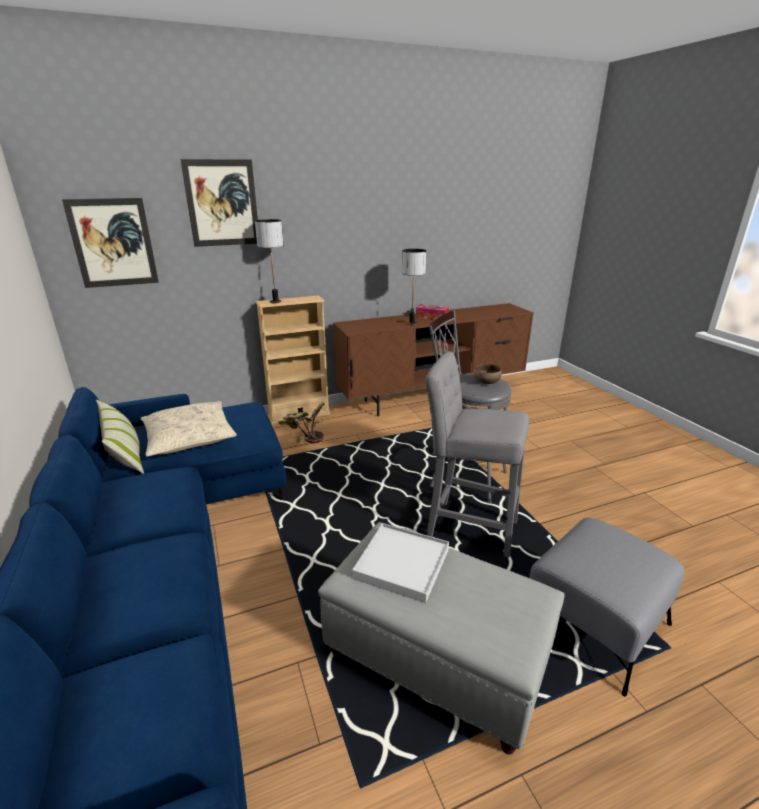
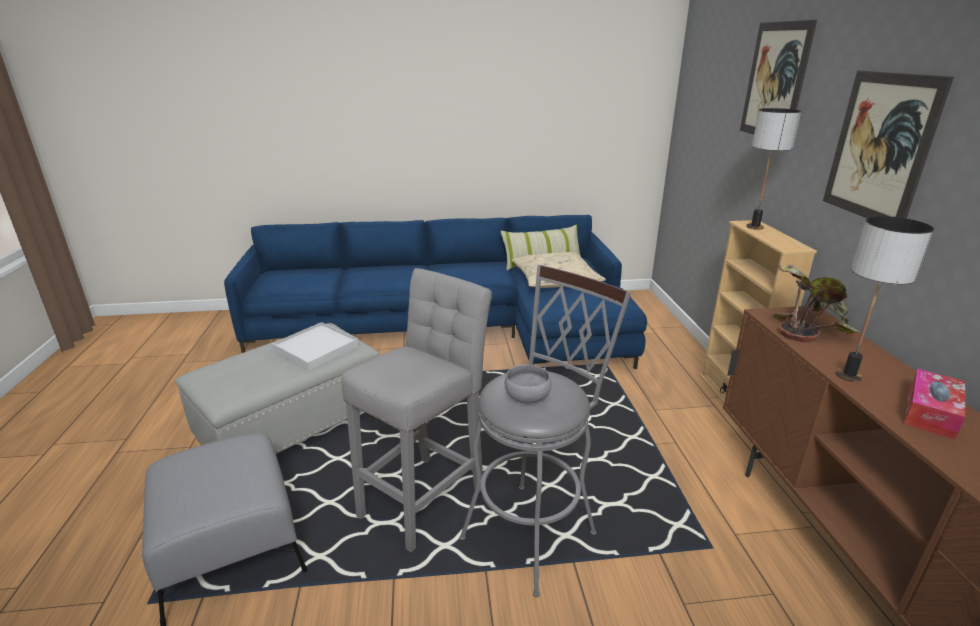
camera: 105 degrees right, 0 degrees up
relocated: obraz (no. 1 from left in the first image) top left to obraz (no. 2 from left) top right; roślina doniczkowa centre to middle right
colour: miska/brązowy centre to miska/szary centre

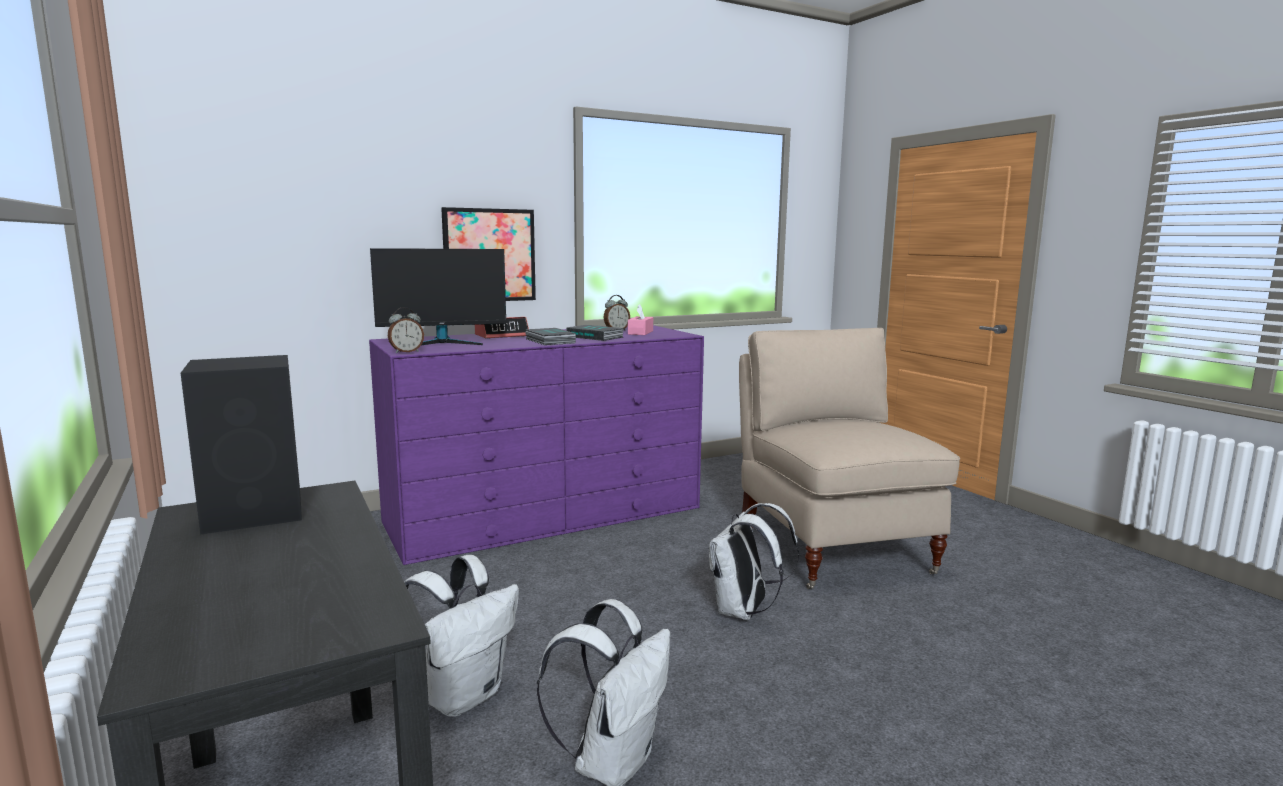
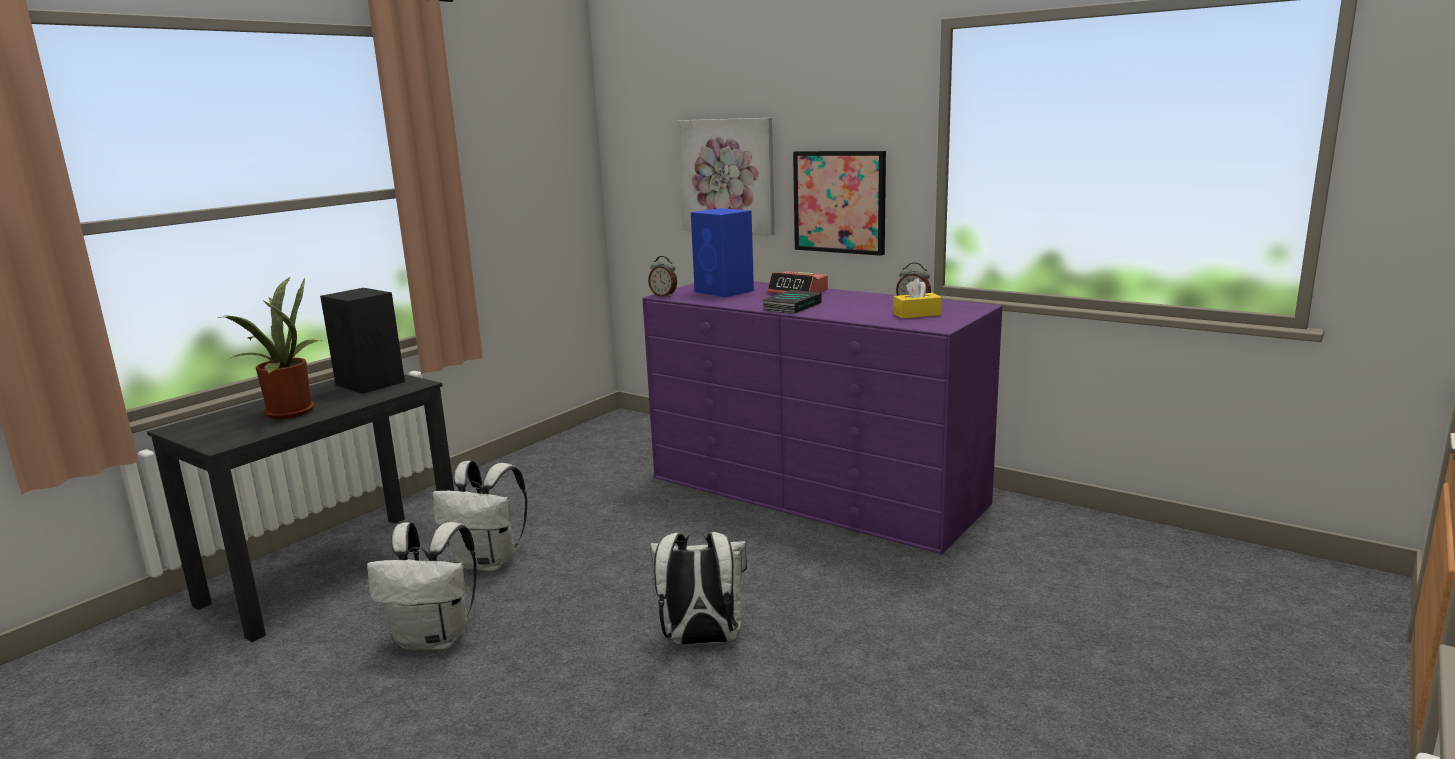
camera: 65 degrees right, 5 degrees up
missing: książka (no. 2 from left) centre; krzesło/beżowy centre
appeared: obraz (no. 1 from left) top centre; roślina doniczkowa middle left
exchanged: monitor centre to głośnik/niebieski top centre
colour: pudełko chusteczek/różowy centre to pudełko chusteczek/żółty centre

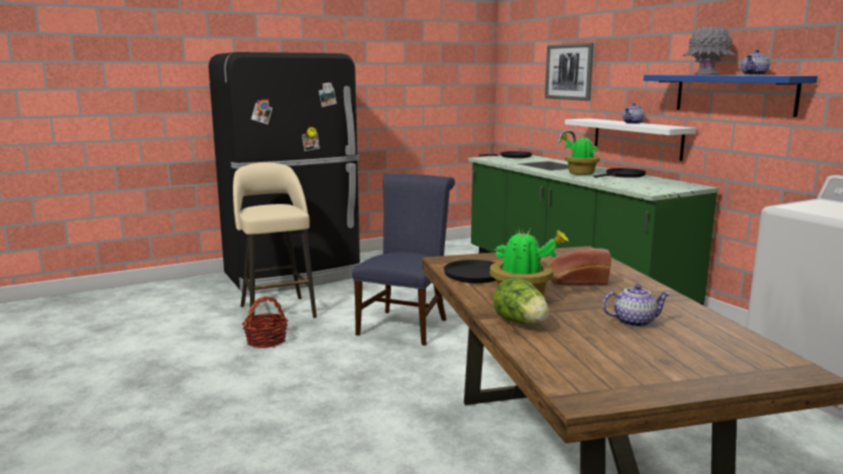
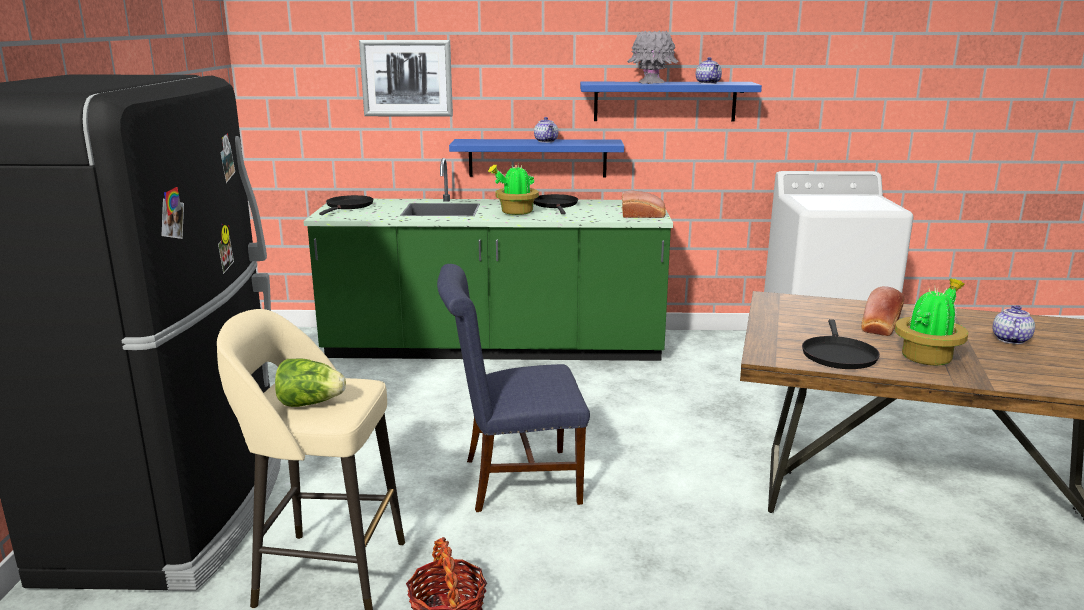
camera: 60 degrees left, 5 degrees up
appeared: chleb (no. 1 from left) centre
relocated: sałata centre to middle left
colour: półka/biały top right to półka/niebieski (no. 1 from left) top centre
spun: krzesło/niebieski centre = centre 60 degrees counterclockwise

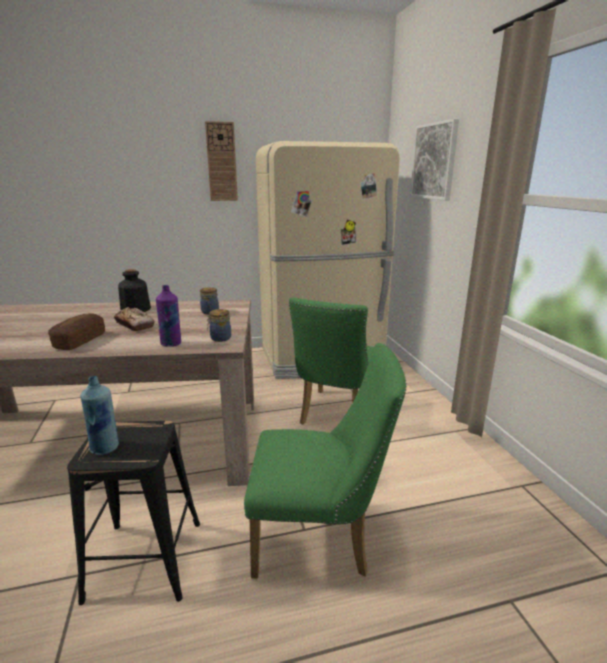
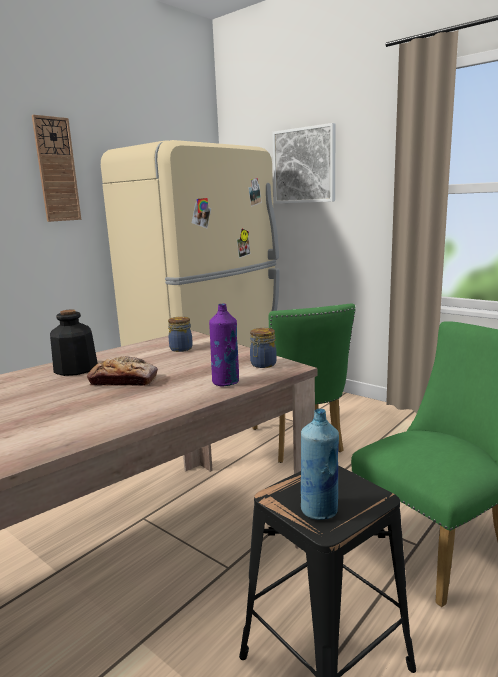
camera: 35 degrees left, 5 degrees down
missing: chleb (no. 1 from left) middle left

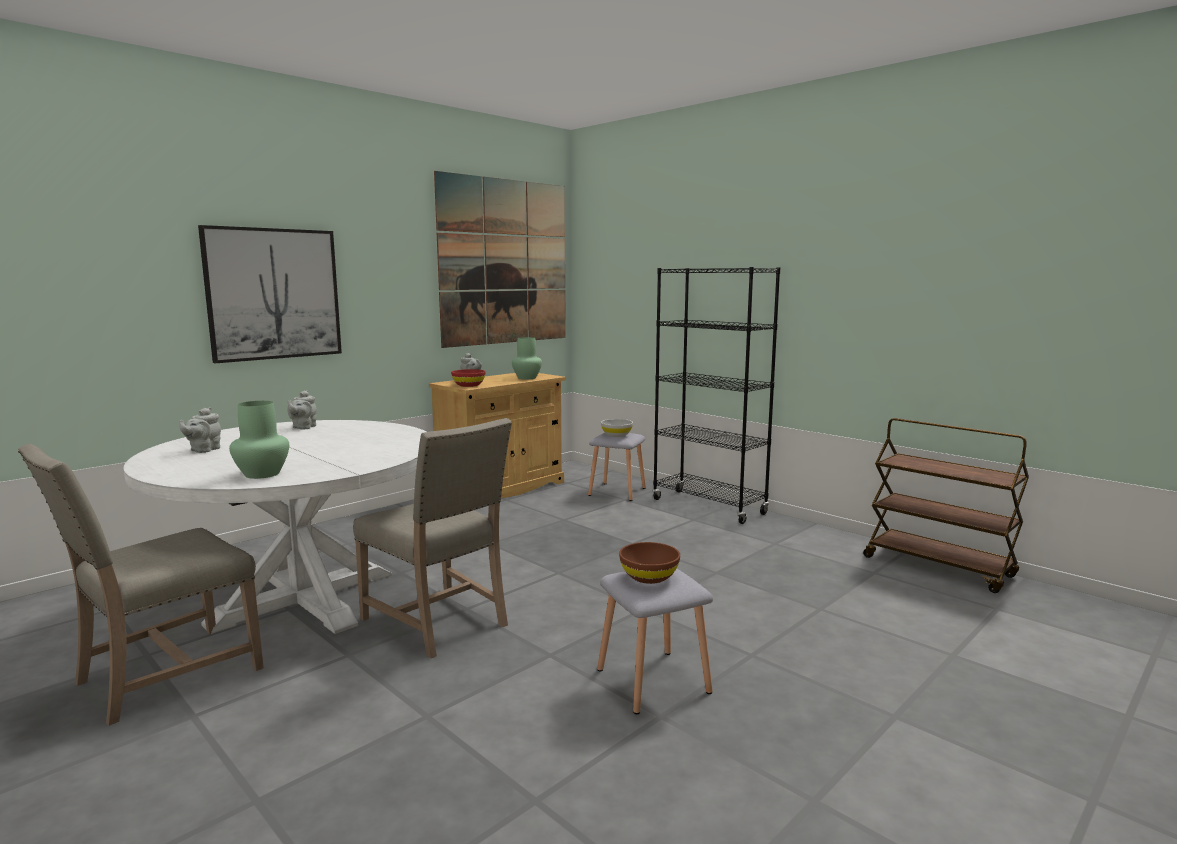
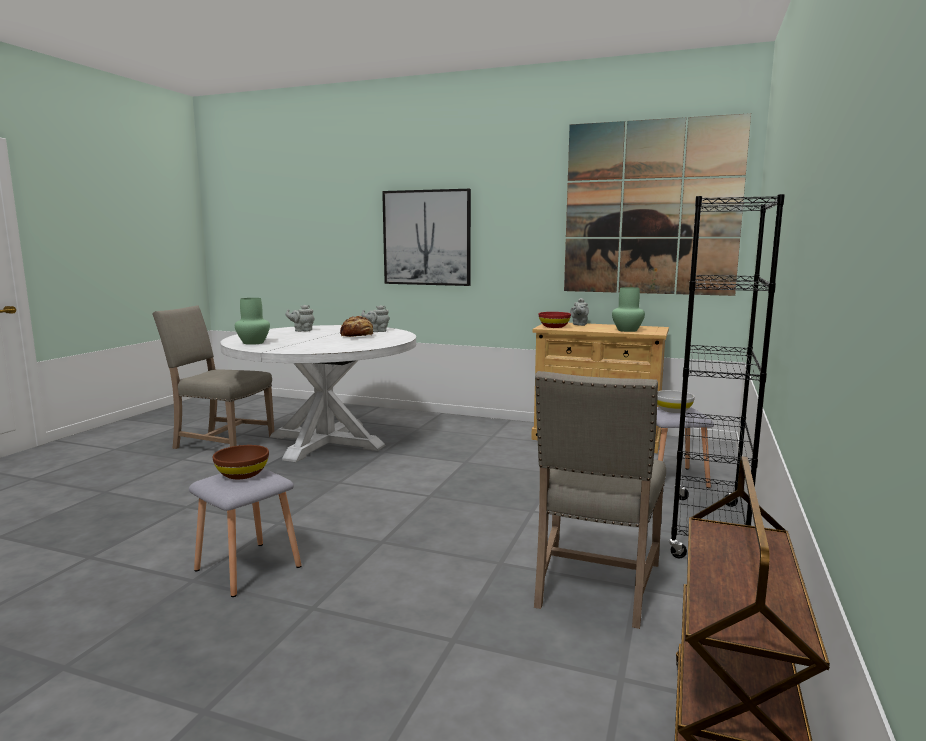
camera: 65 degrees right, 0 degrees up
appeared: chleb centre
relocated: krzesło/beżowy (no. 2 from left) centre to bottom centre

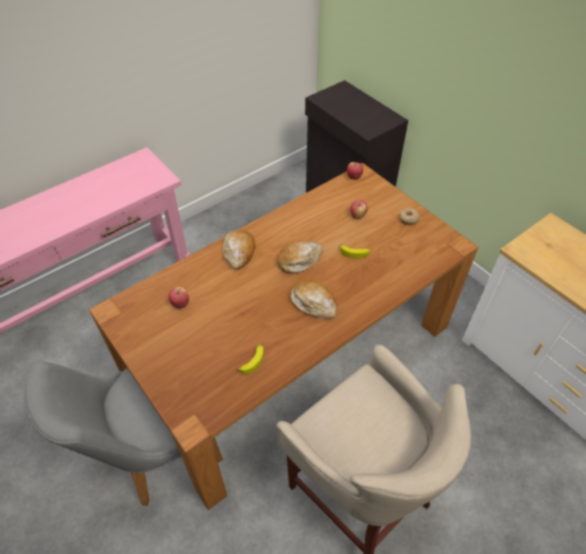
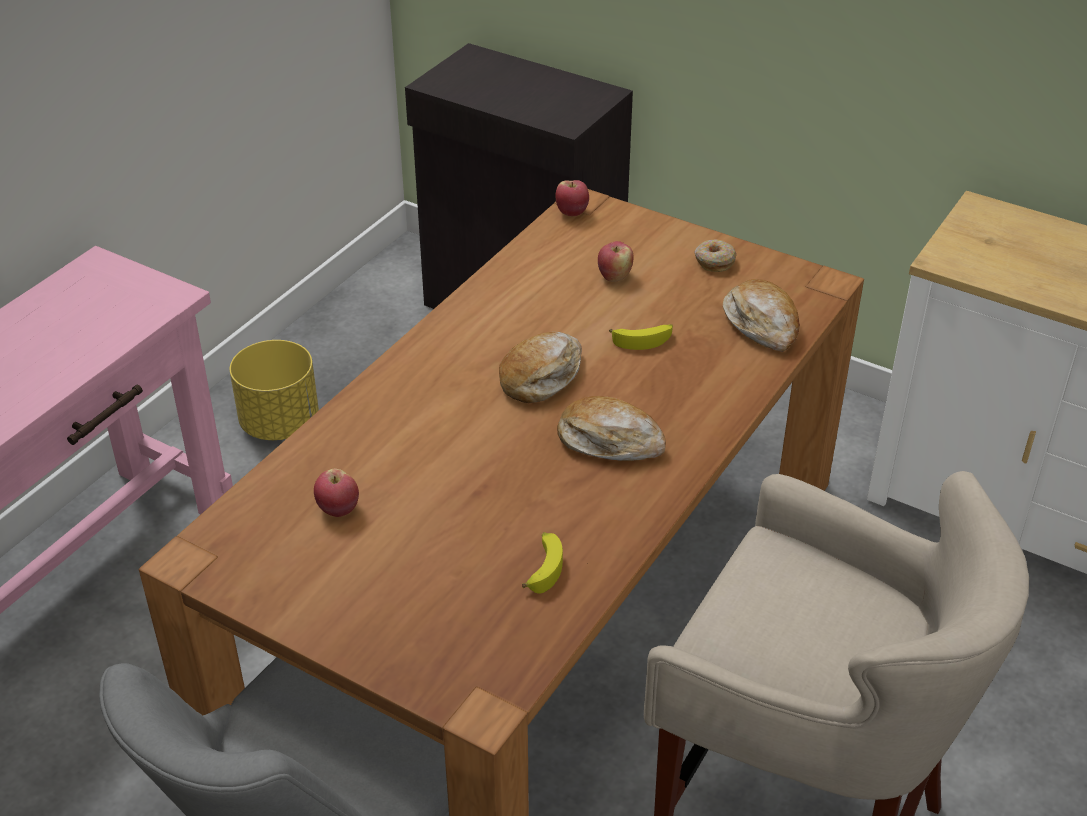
camera: 20 degrees left, 10 degrees down
appeared: donica/żółty middle left
relocated: chleb (no. 1 from left in the first image) centre to chleb (no. 3 from left) middle right

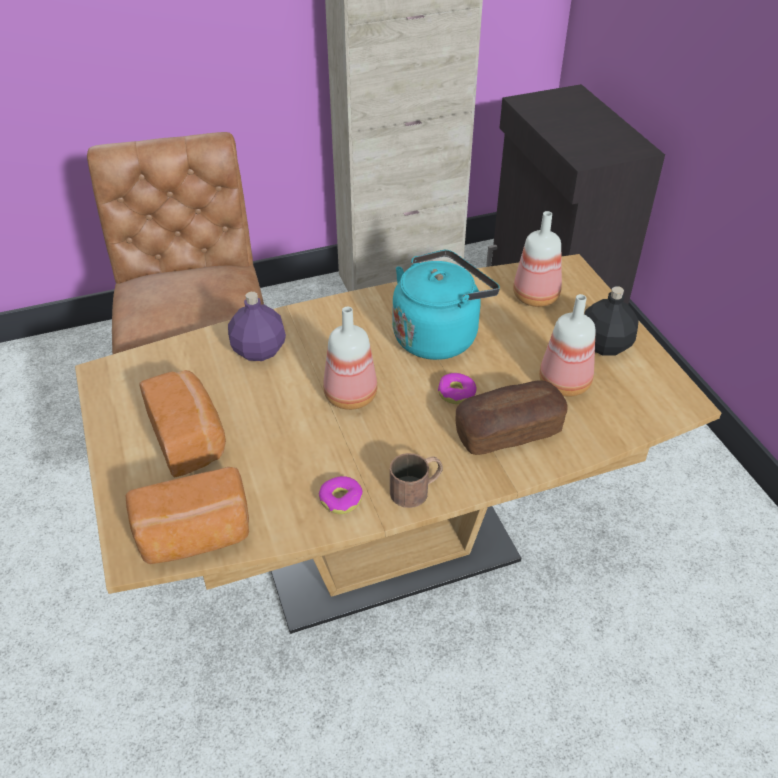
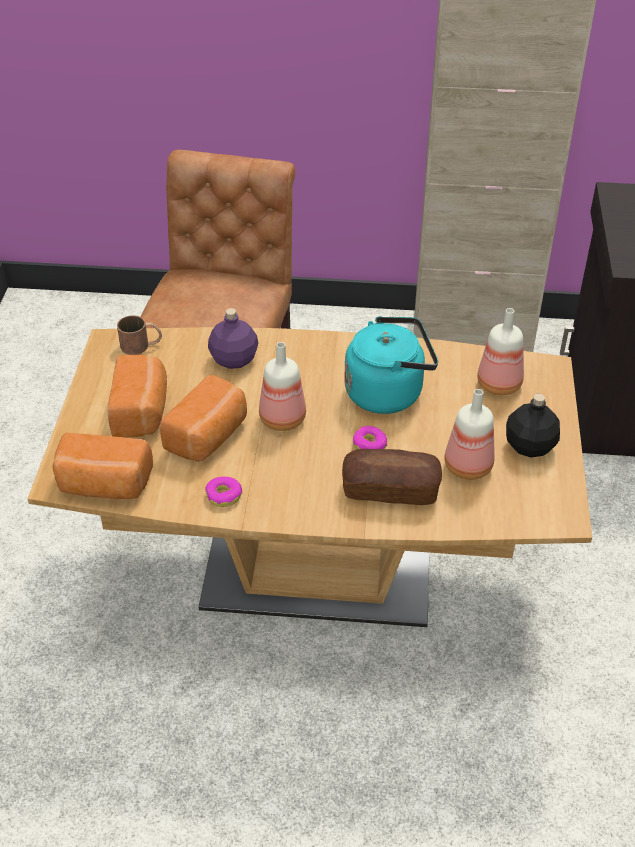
camera: 25 degrees right, 0 degrees up
appeared: chleb (no. 3 from left) middle left
relocated: kubek/brązowy centre to middle left

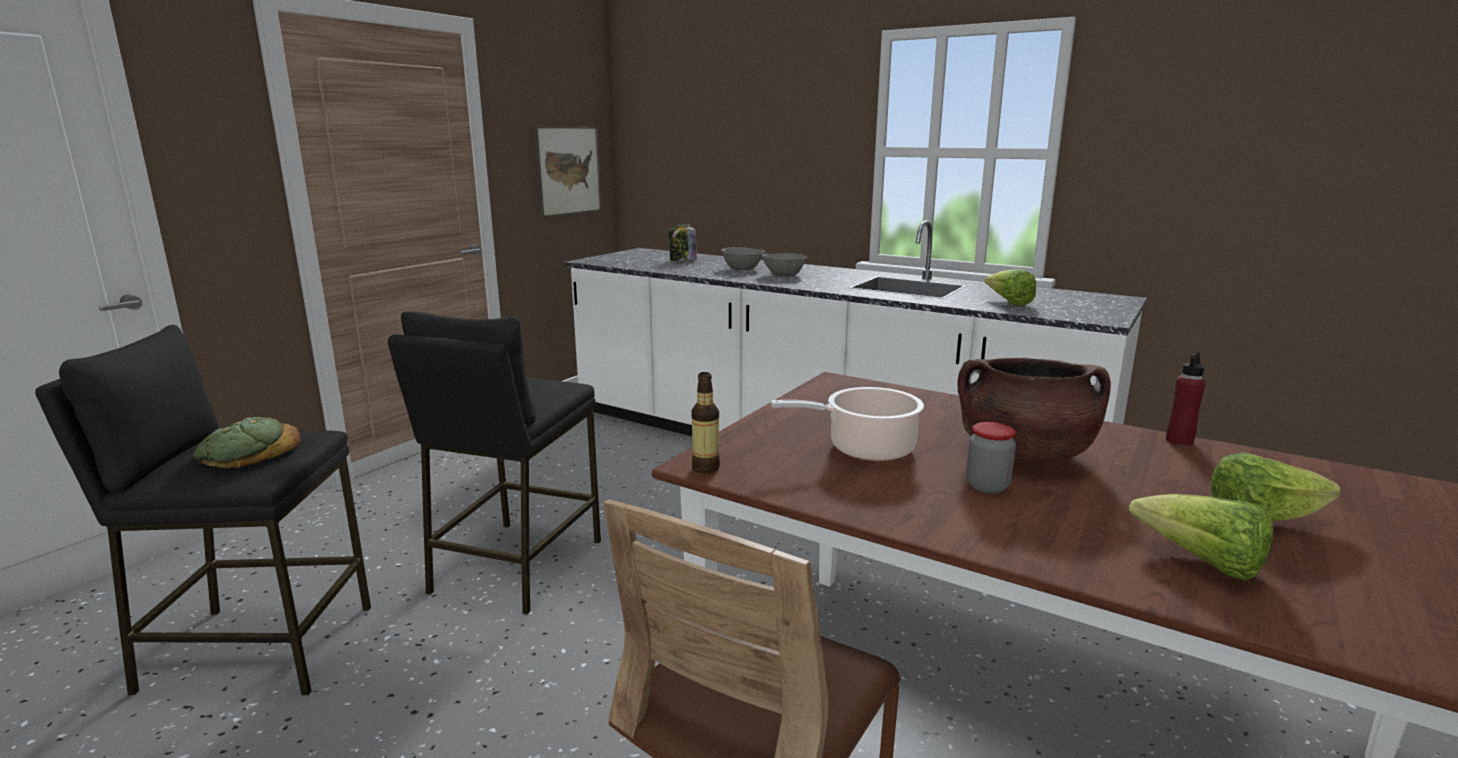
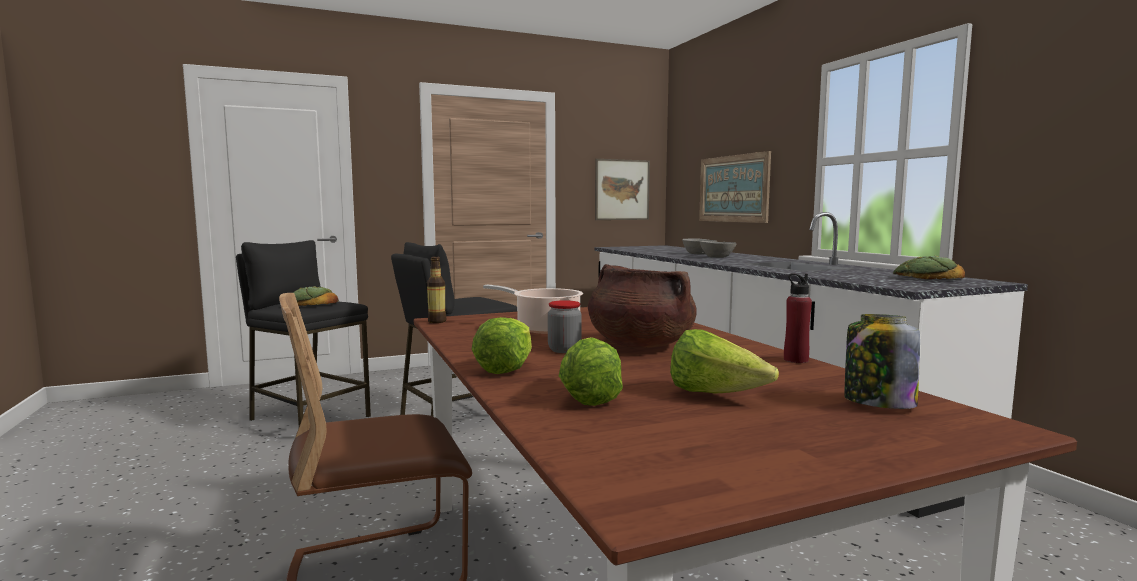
camera: 35 degrees right, 10 degrees down
appeared: obraz (no. 2 from left) top centre; chleb (no. 2 from left) middle right
relocated: słoik (no. 1 from left in the first image) top centre to słoik (no. 2 from left) middle right; sałata (no. 1 from left) middle right to centre

